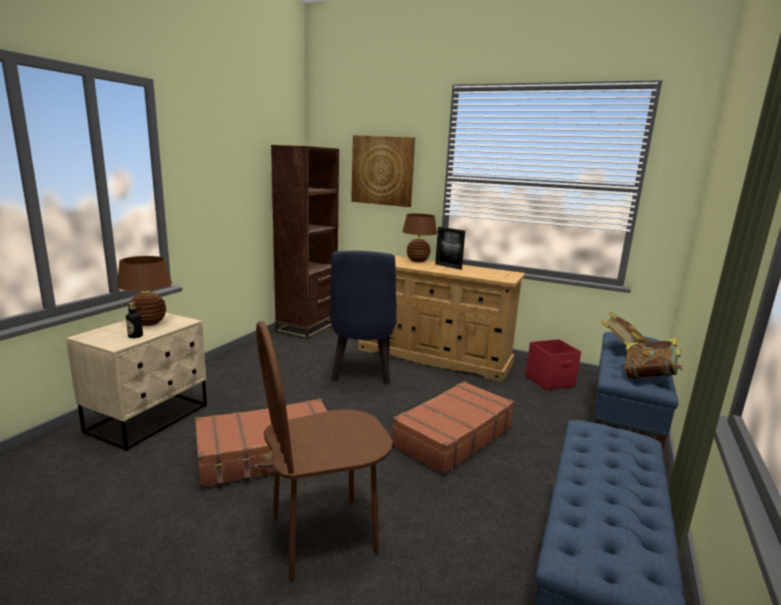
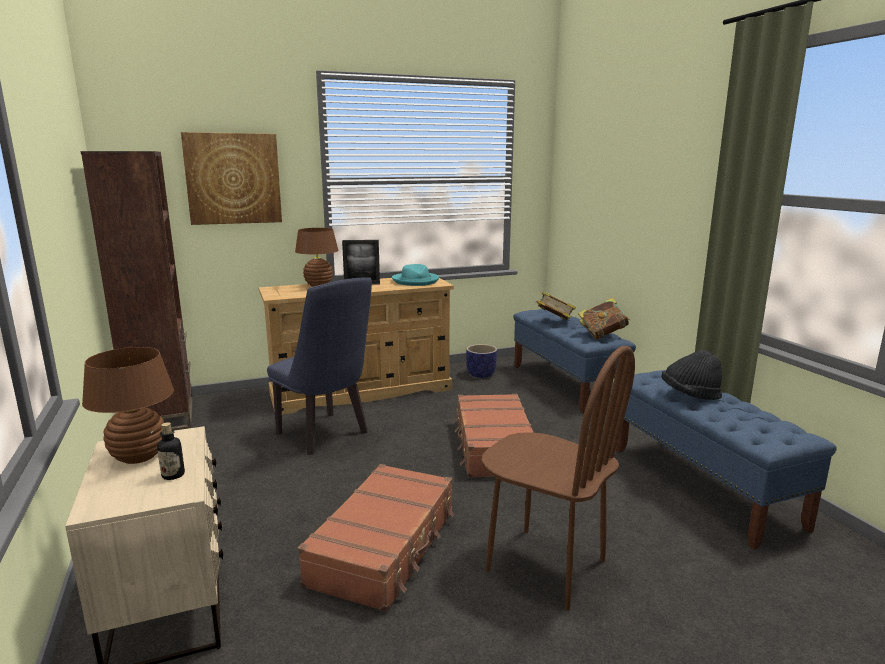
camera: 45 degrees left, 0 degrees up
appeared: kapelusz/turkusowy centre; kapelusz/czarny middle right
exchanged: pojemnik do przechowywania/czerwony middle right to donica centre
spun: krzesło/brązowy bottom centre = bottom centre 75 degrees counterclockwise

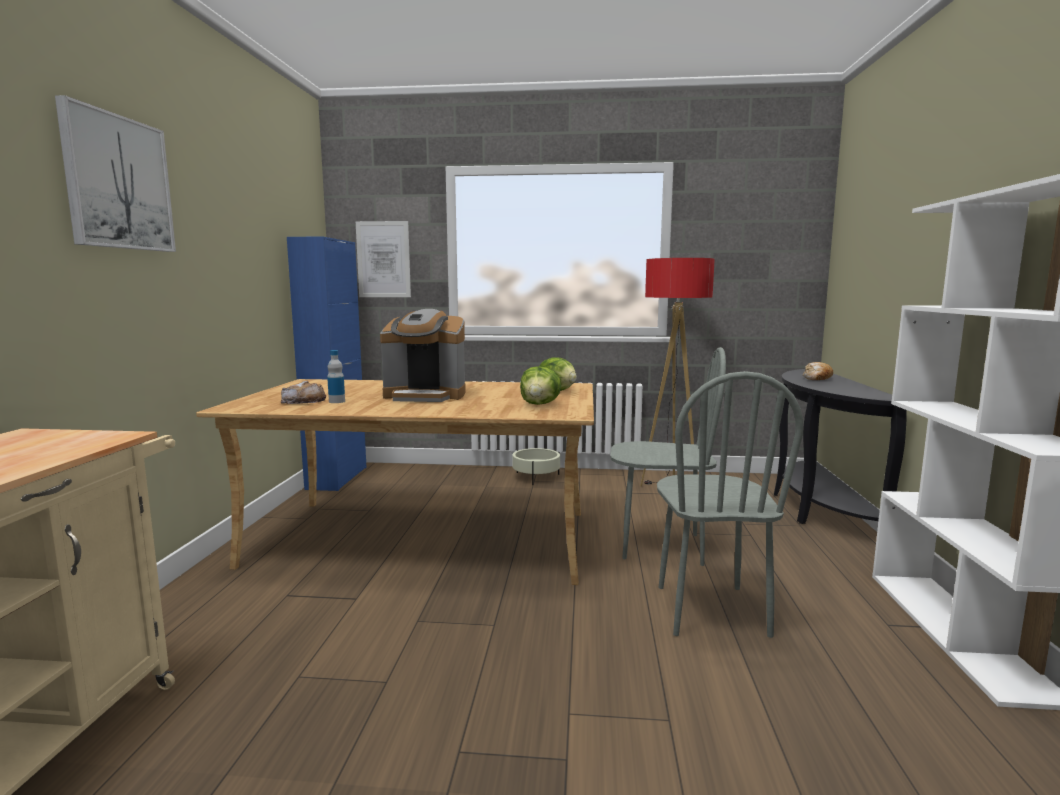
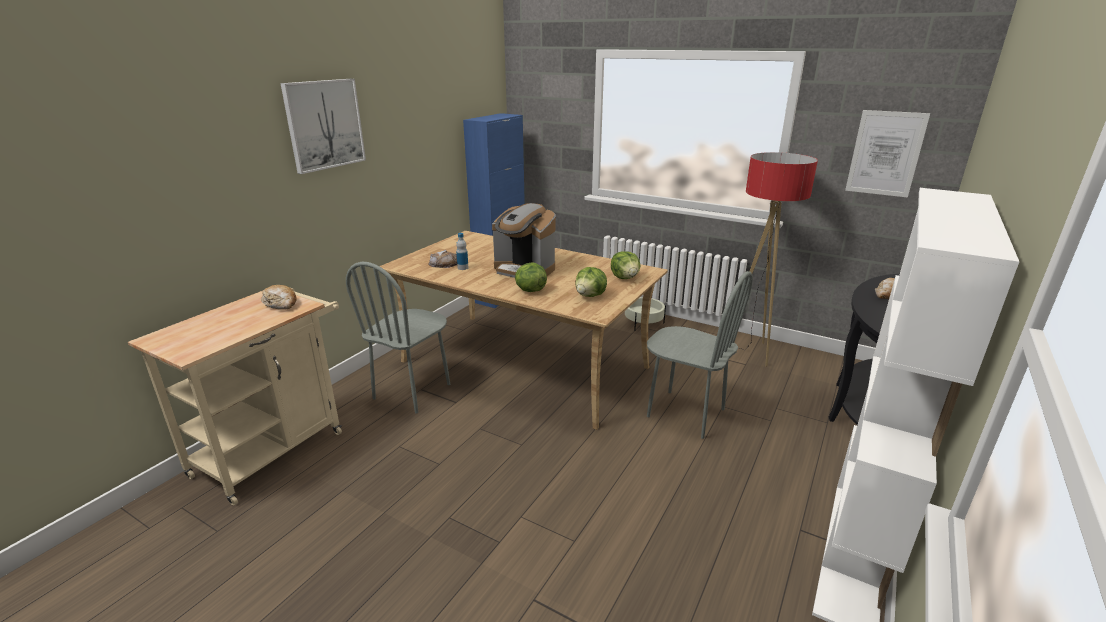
camera: 25 degrees right, 15 degrees up
appeared: sałata (no. 1 from left) centre; chleb (no. 1 from left) middle left
relocated: obraz (no. 2 from left) top centre to top right; krzesło/szary (no. 2 from left in the first image) middle right to krzesło/szary (no. 1 from left) centre

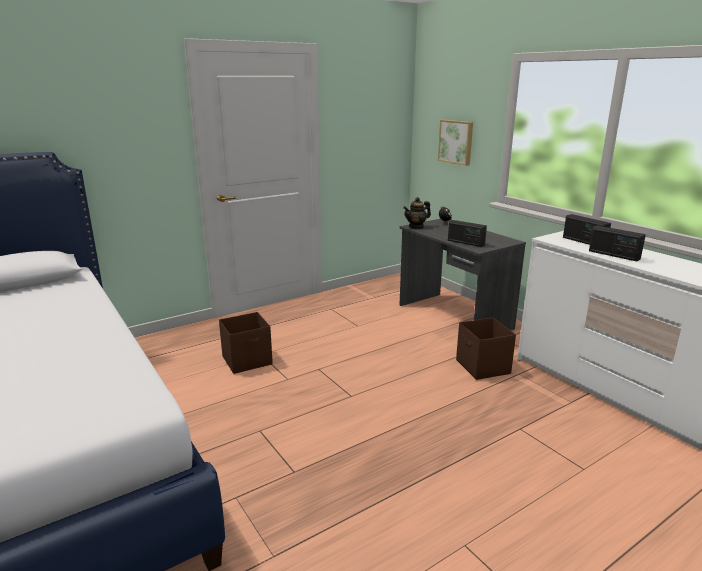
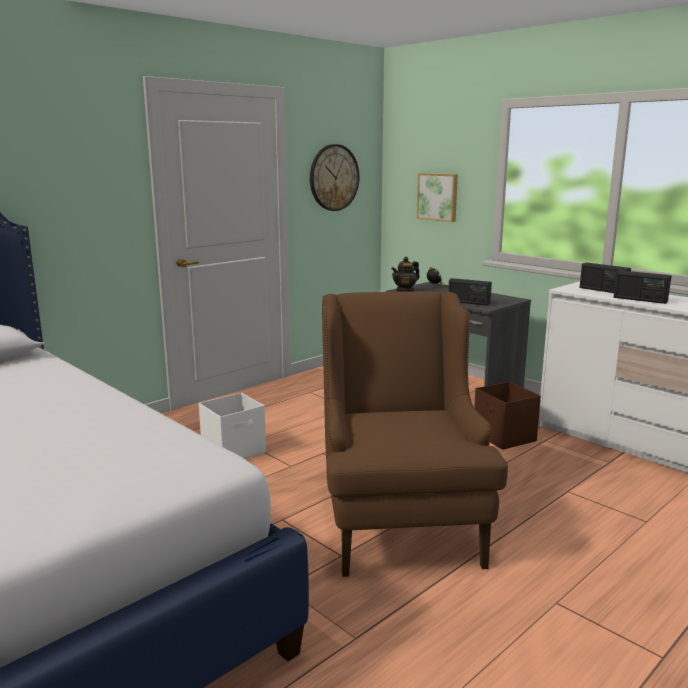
camera: 10 degrees left, 5 degrees down
appeared: zegar ścienny top centre; fotel/brązowy centre
colour: pojemnik do przechowywania/brązowy (no. 1 from left) centre to pojemnik do przechowywania/biały centre

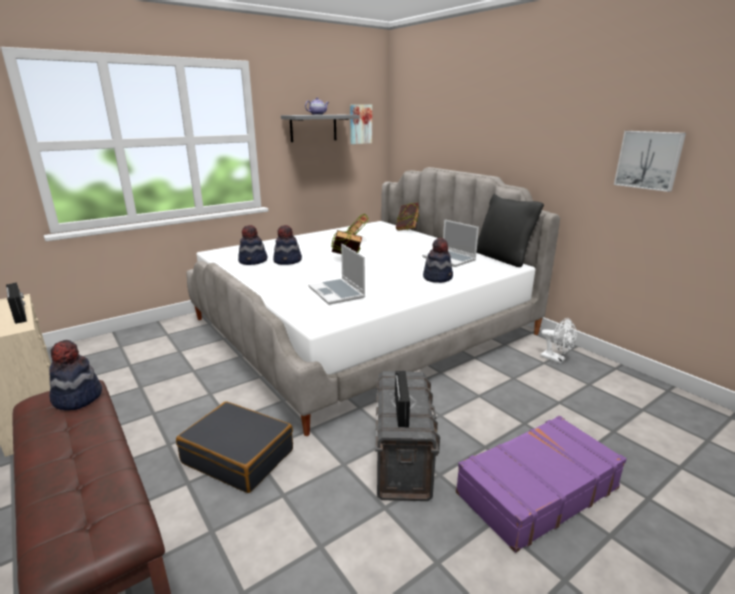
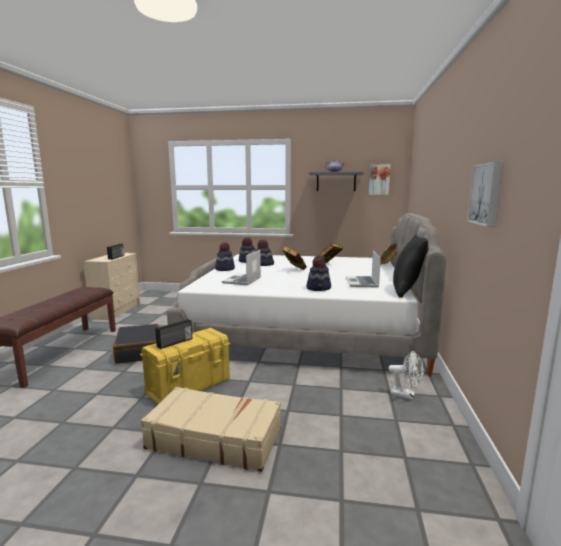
camera: 45 degrees right, 10 degrees down
relocated: kapelusz (no. 1 from left) middle left to centre
colour: pojemnik do przechowywania/szary bottom centre to pojemnik do przechowywania/żółty bottom left; walizka/fioletowy bottom right to walizka/beżowy bottom centre
spun: wentylator/biały middle right = bottom right 60 degrees counterclockwise

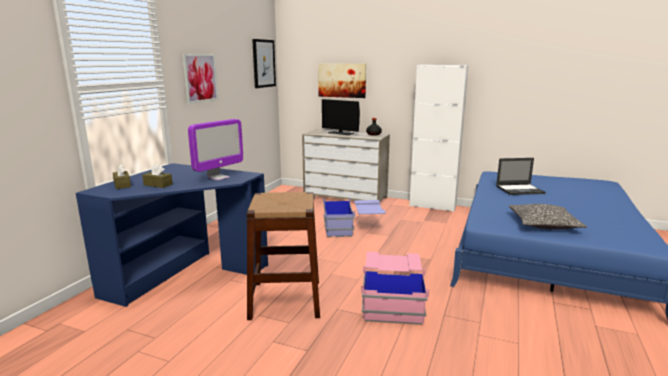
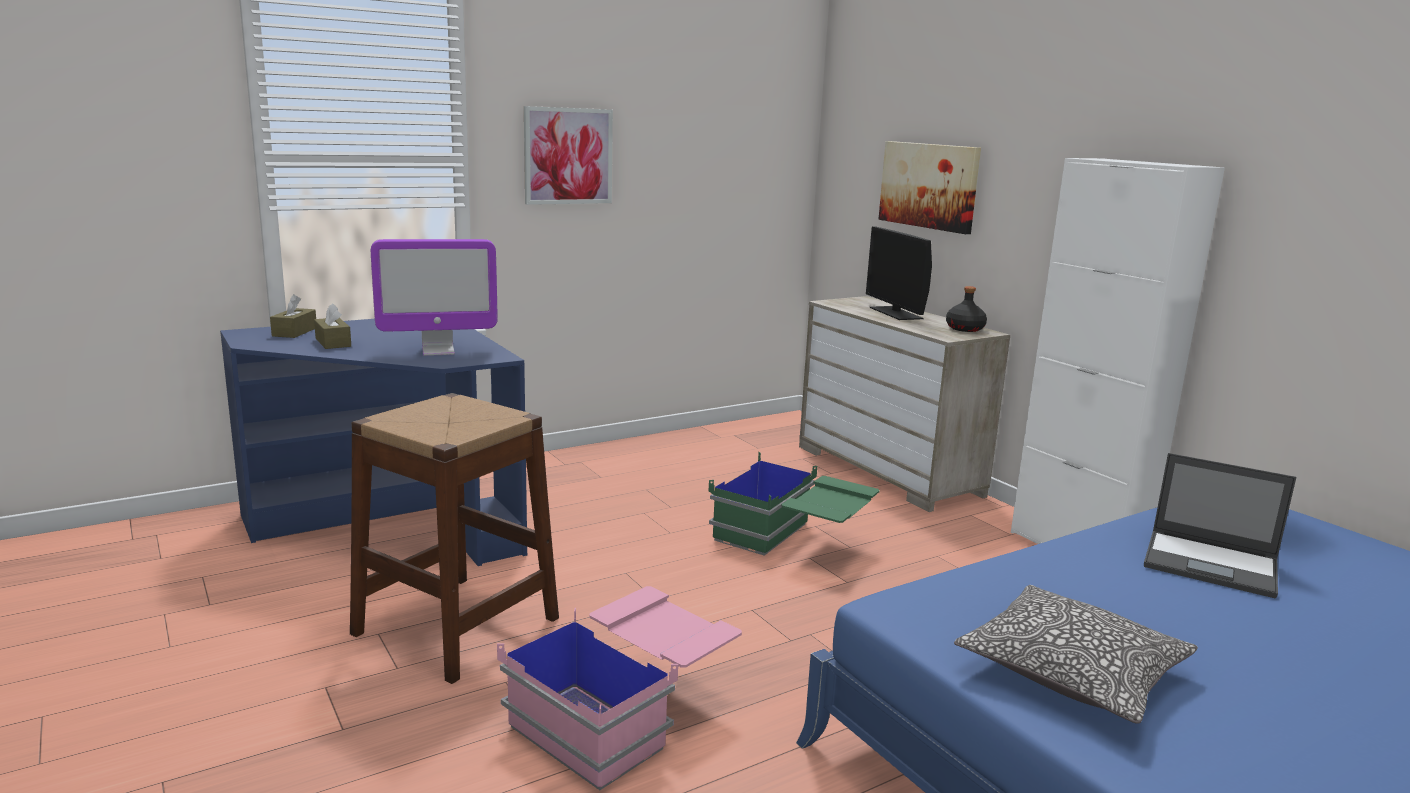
camera: 35 degrees right, 0 degrees up
missing: obraz (no. 2 from left) top centre
colour: pojemnik do przechowywania/niebieski centre to pojemnik do przechowywania/zielony centre

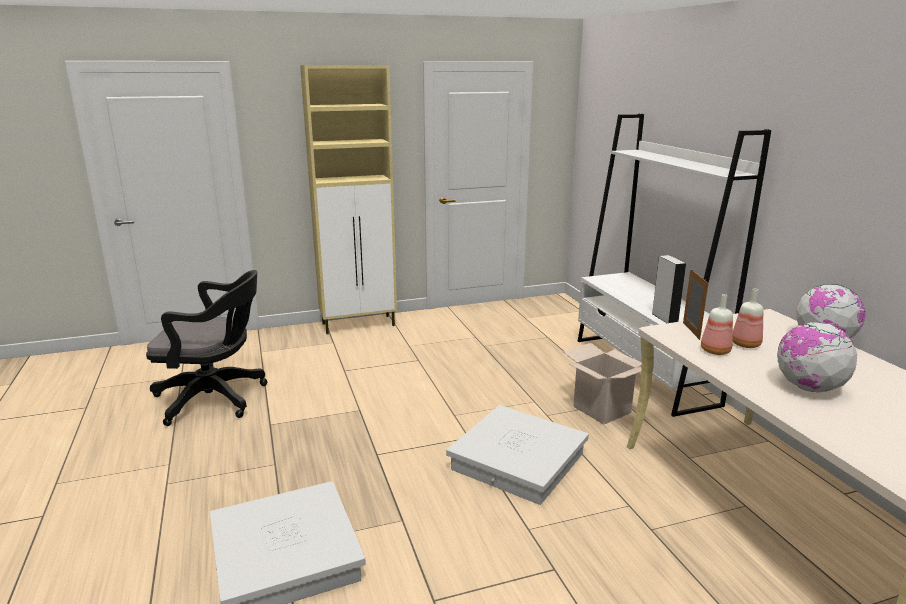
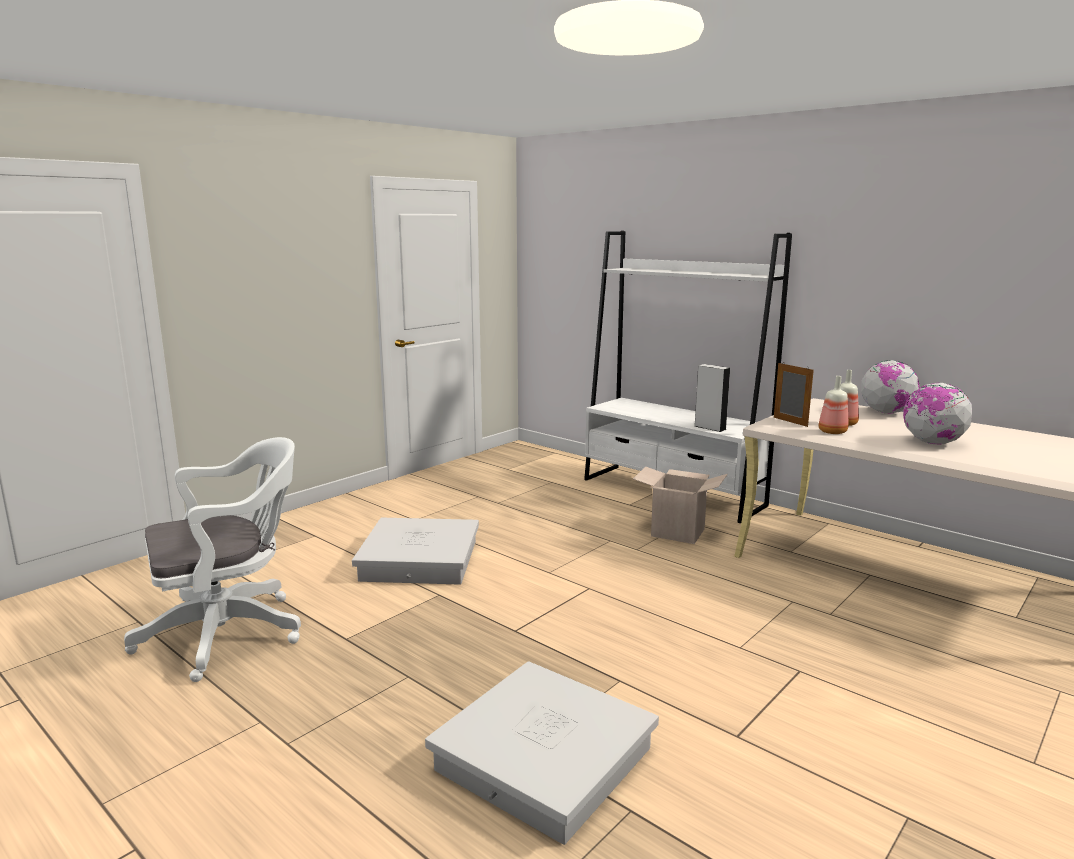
camera: 30 degrees left, 5 degrees down
missing: szafka/beżowy top centre
relocated: pojemnik do przechowywania/biały (no. 2 from left in the first image) bottom centre to pojemnik do przechowywania/biały (no. 1 from left) centre
colour: krzesło biurowe/czarny middle left to krzesło biurowe/biały middle left

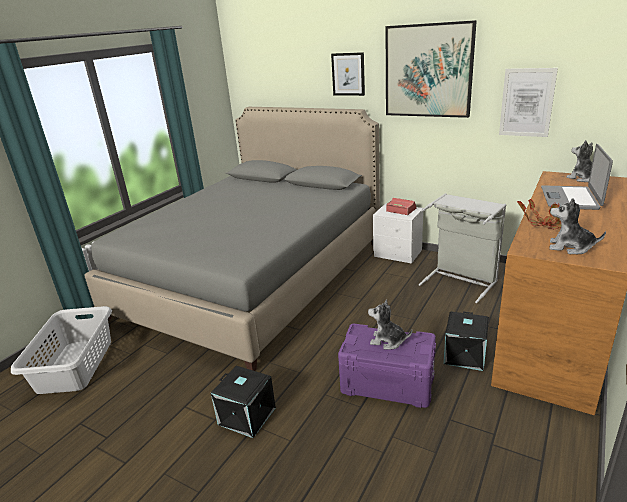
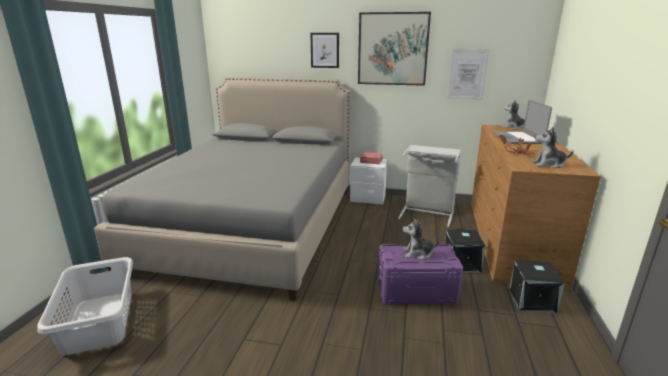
camera: 20 degrees left, 5 degrees down
relocated: pojemnik do przechowywania/czarny (no. 1 from left in the first image) bottom centre to pojemnik do przechowywania/czarny (no. 2 from left) bottom right

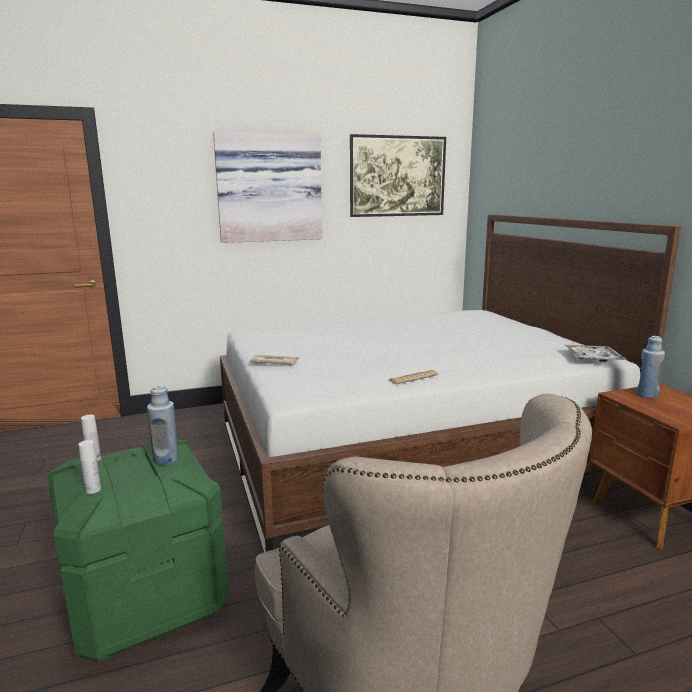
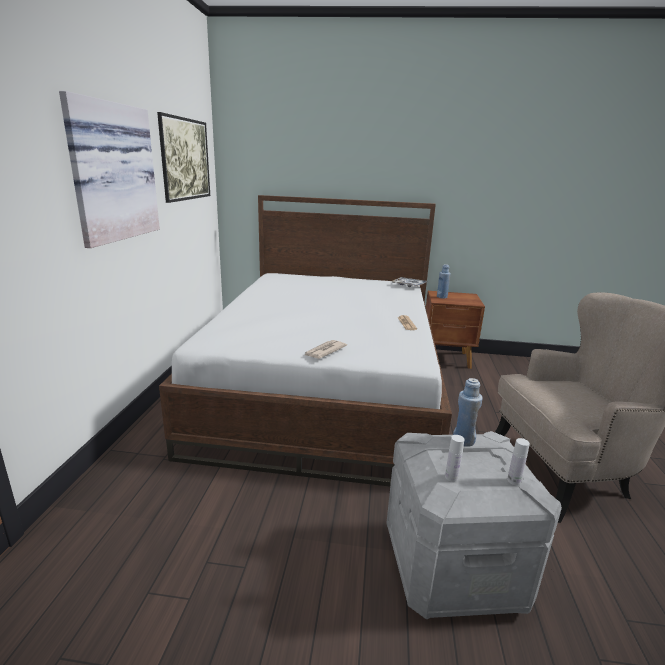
camera: 65 degrees left, 5 degrees up
colour: pojemnik do przechowywania/zielony bottom left to pojemnik do przechowywania/szary bottom right

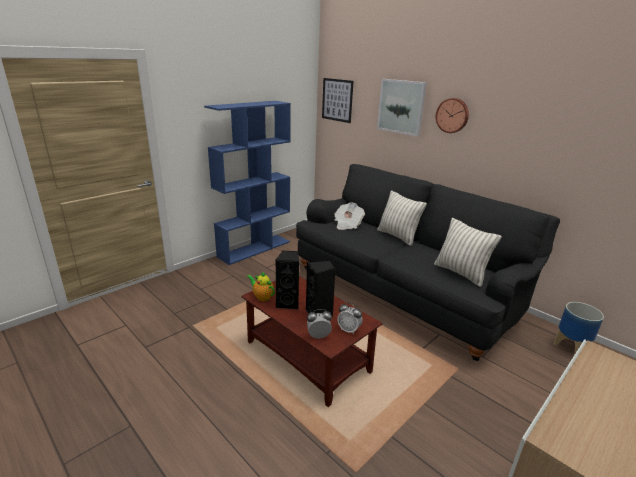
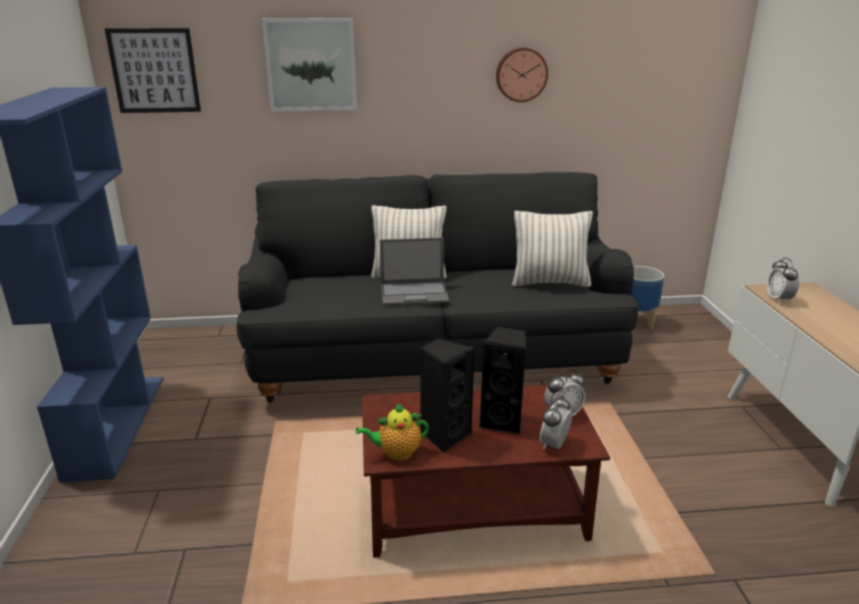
camera: 50 degrees left, 0 degrees up
missing: gazeta centre
appeared: laptop centre; budzik (no. 3 from left) middle right
relocated: zegar ścienny top right to top centre

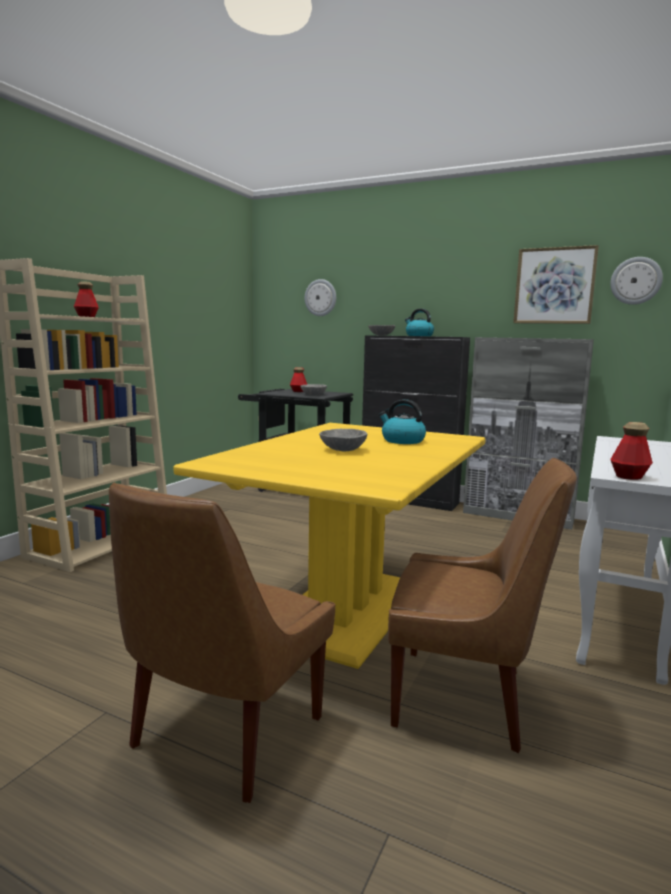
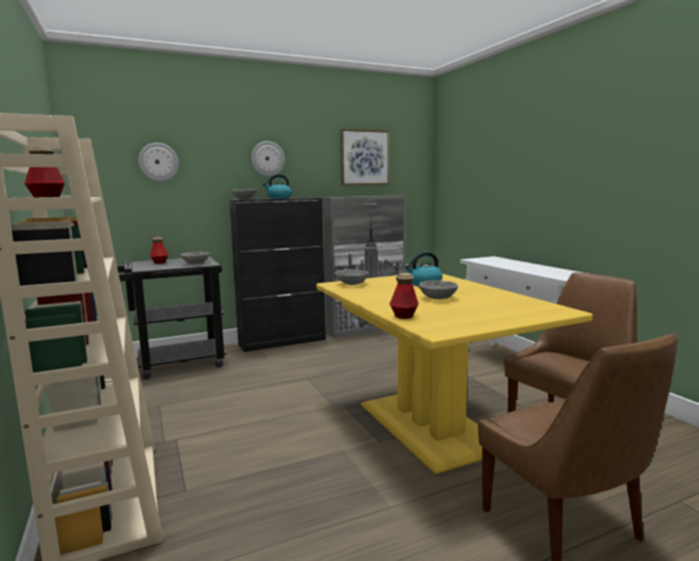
camera: 50 degrees left, 0 degrees up
appeared: miska/szary (no. 3 from left) centre
relocated: zegar ścienny (no. 2 from left) top right to top centre; butelka (no. 3 from left) middle right to centre

